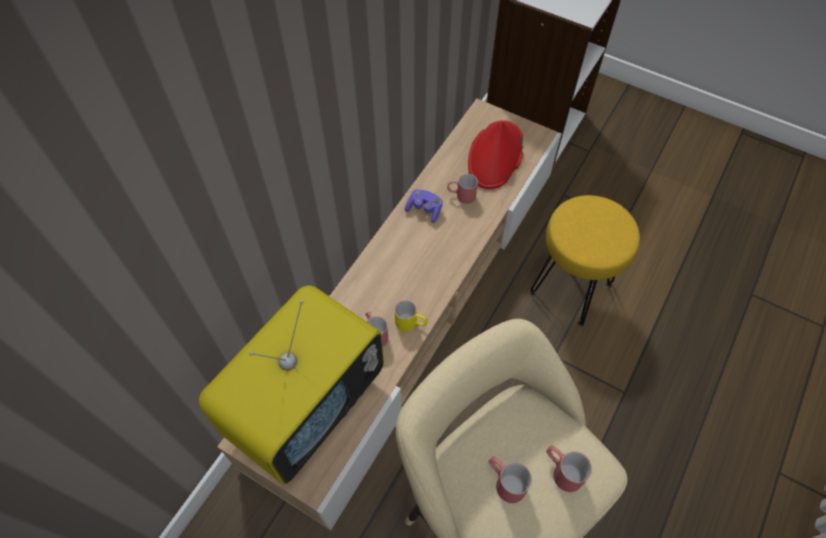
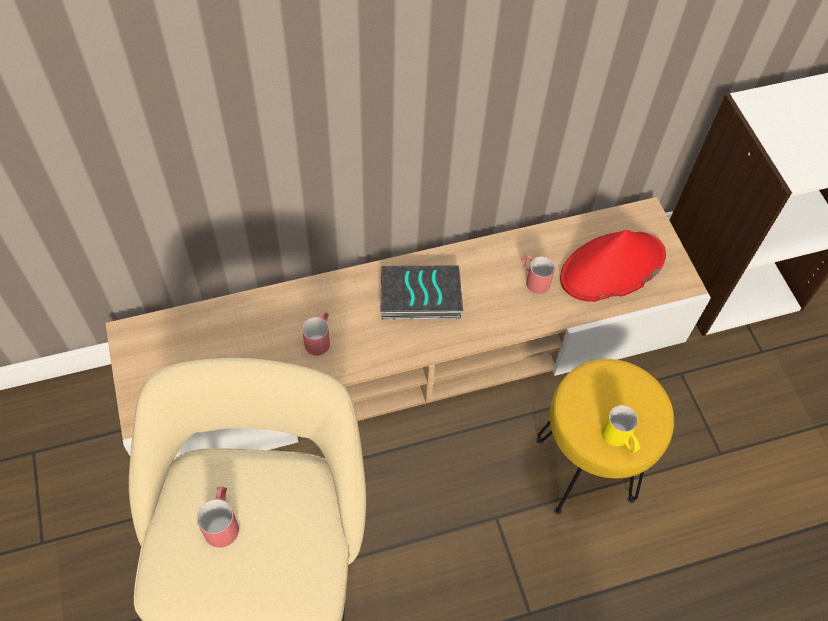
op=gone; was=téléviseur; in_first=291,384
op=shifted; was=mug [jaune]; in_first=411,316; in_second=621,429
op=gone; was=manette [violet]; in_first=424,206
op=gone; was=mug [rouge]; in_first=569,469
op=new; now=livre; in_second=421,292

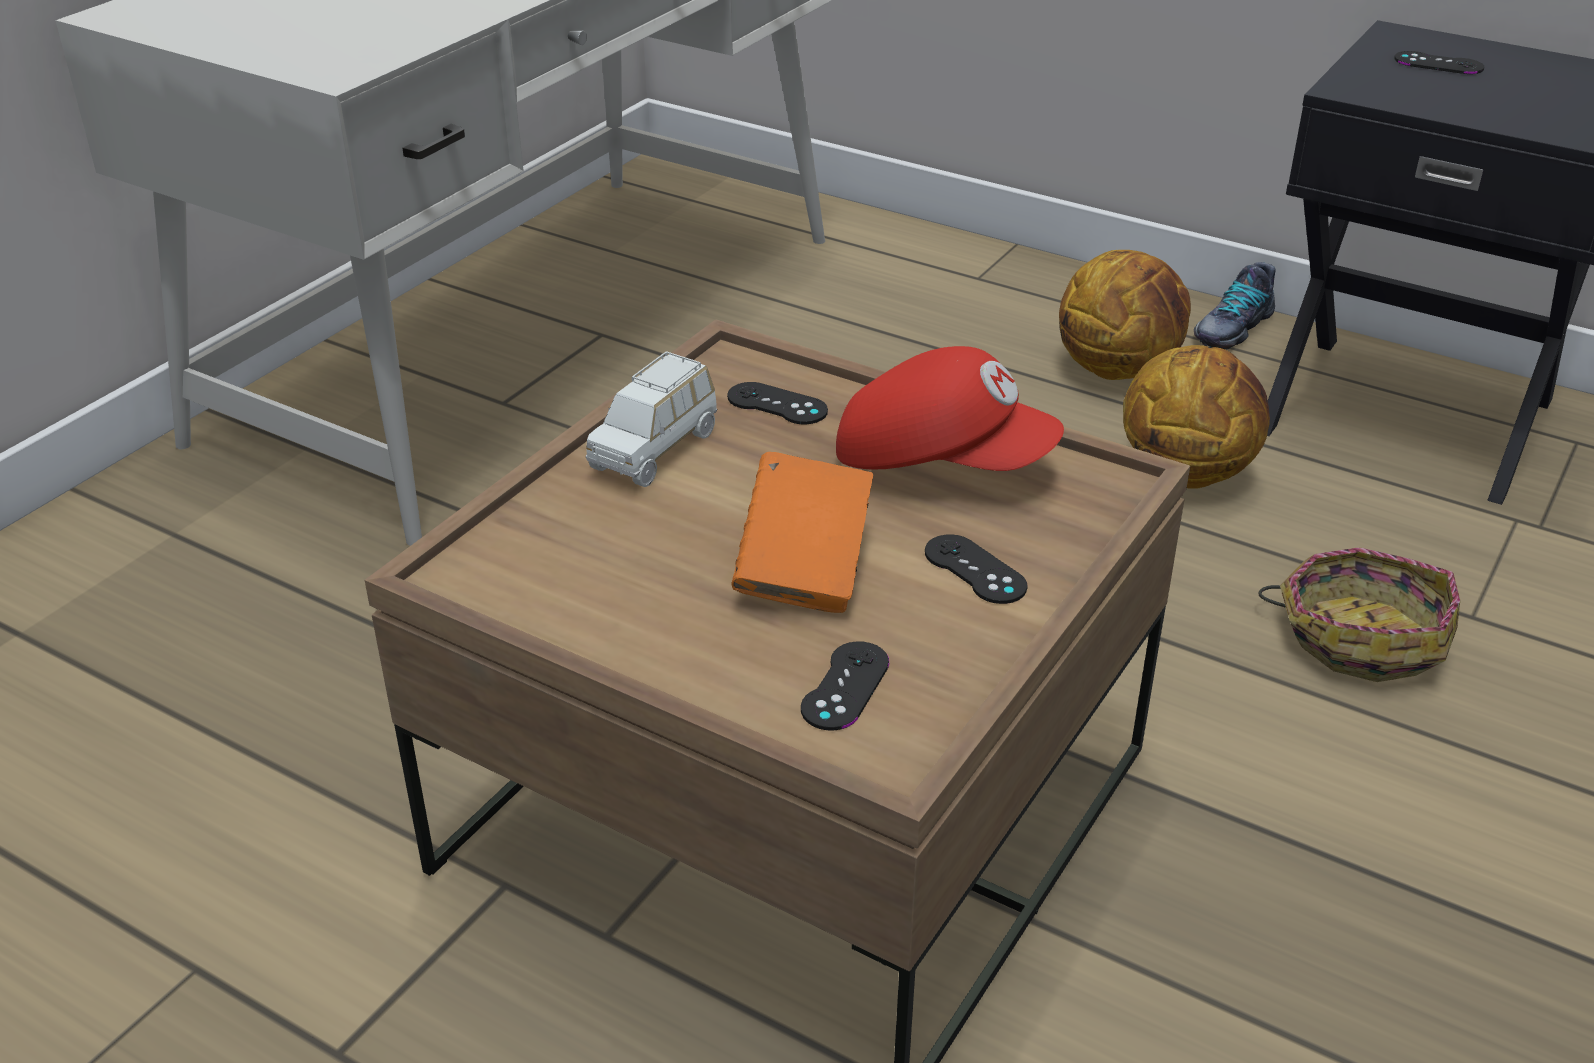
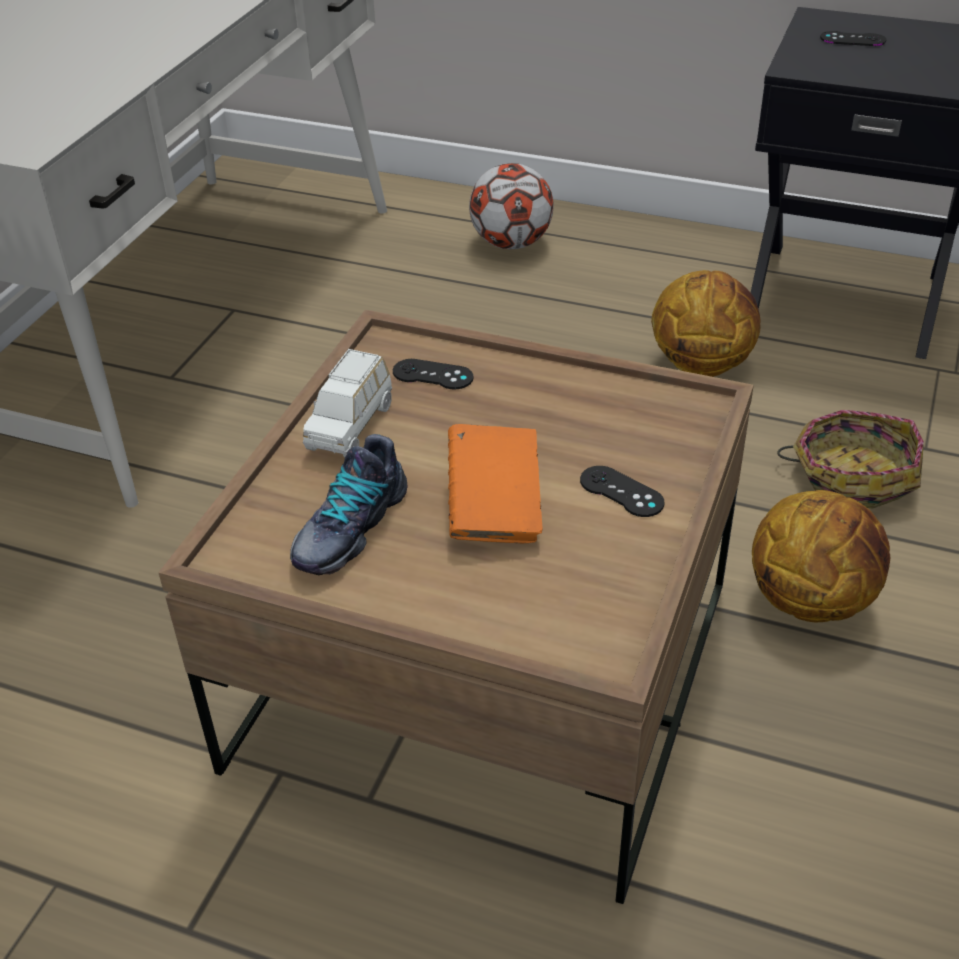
op=gone; was=manette [noir]; in_first=845,685
op=gone; was=casquette [rouge]; in_first=950,408
op=shifted; was=ballon de basket; in_first=1125,315; in_second=821,556
op=shifted; was=chaussure; in_first=1235,306; in_second=349,504
op=new; now=ballon de foot; in_second=511,206

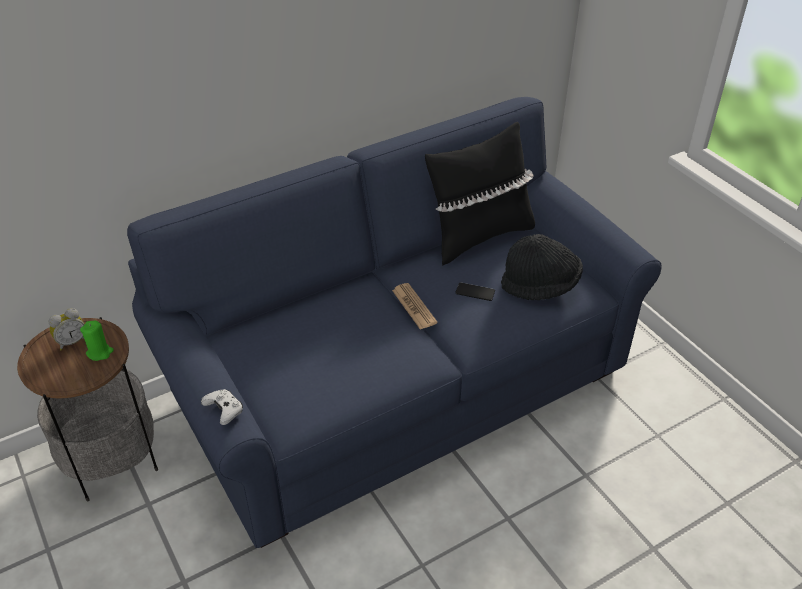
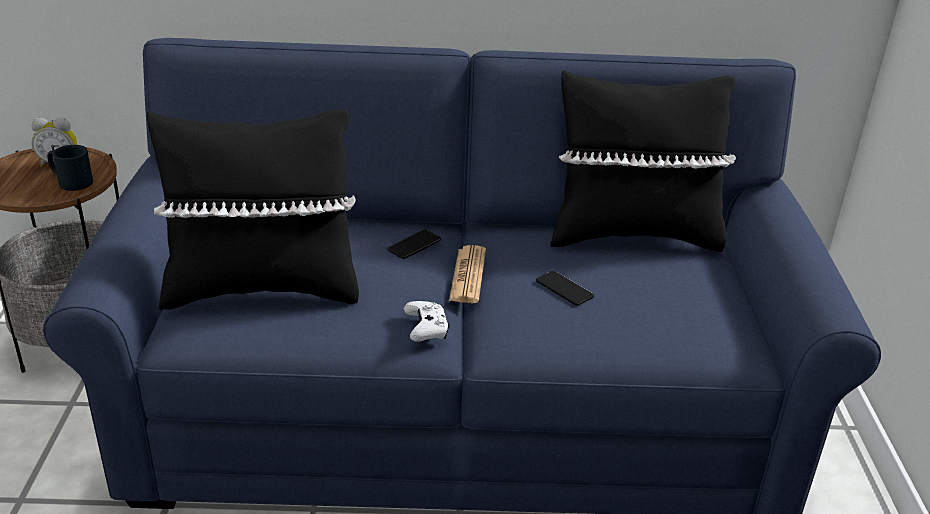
op=swapped; was=bougie [vert]; now=mug [noir]; in_first=97,341; in_second=70,168
op=shifted; was=manette [blanc]; in_first=222,407; in_second=426,321
op=gone; was=chapeau [noir]; in_first=542,267
op=new; now=coussin [noir]; in_second=253,209
op=new; now=téléphone; in_second=414,244

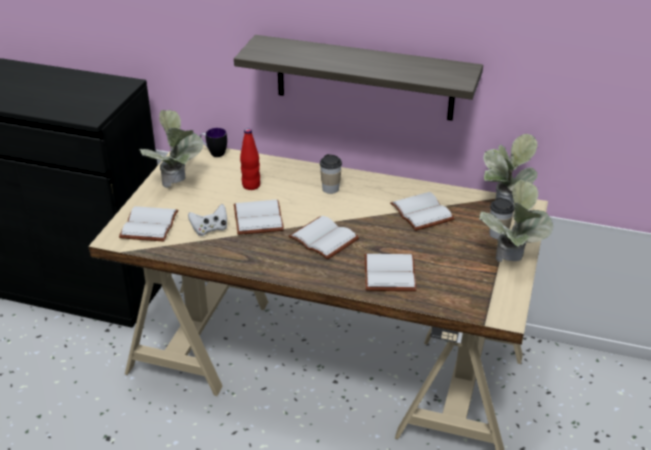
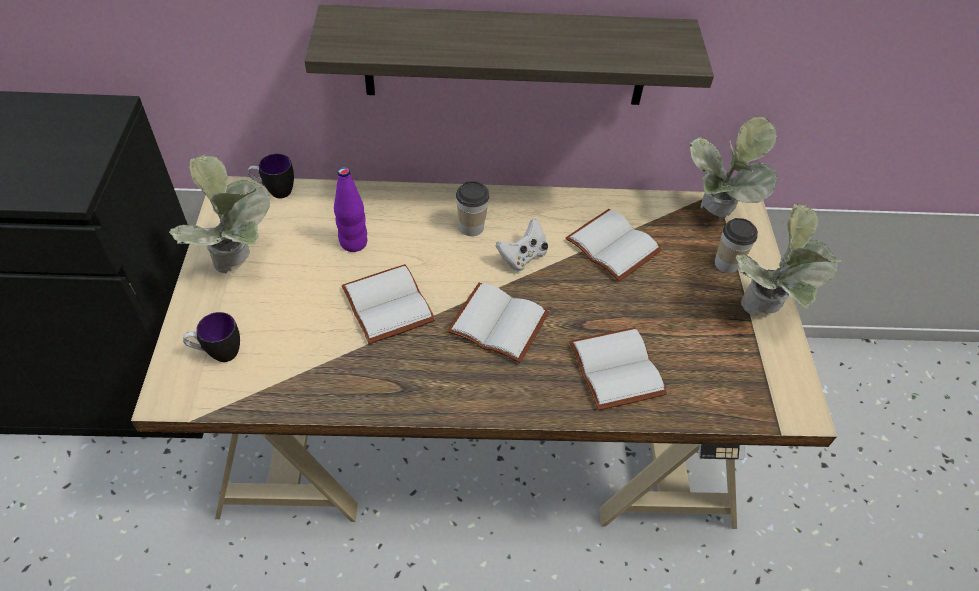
op=swapped; was=livre [blanc]; now=mug; in_first=148,224; in_second=211,337
op=shifted; was=manette [blanc]; in_first=207,220; in_second=522,245
op=repainted; was=bouteille [rouge]; now=bouteille [violet]; in_first=250,159; in_second=350,209

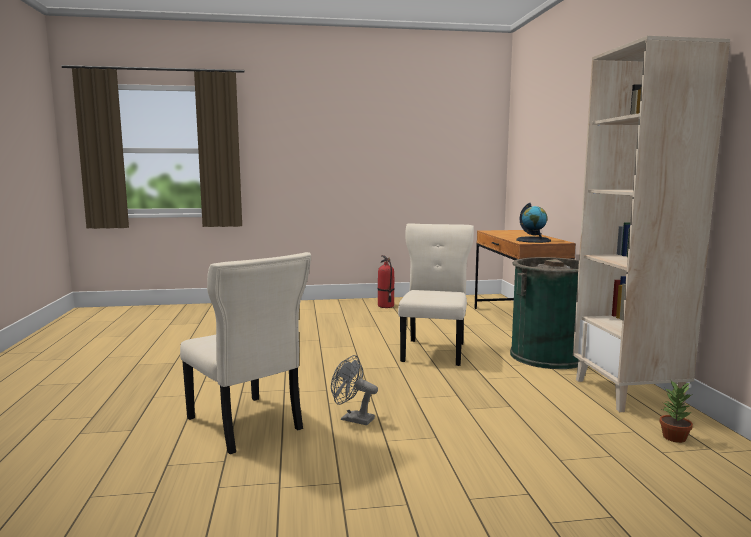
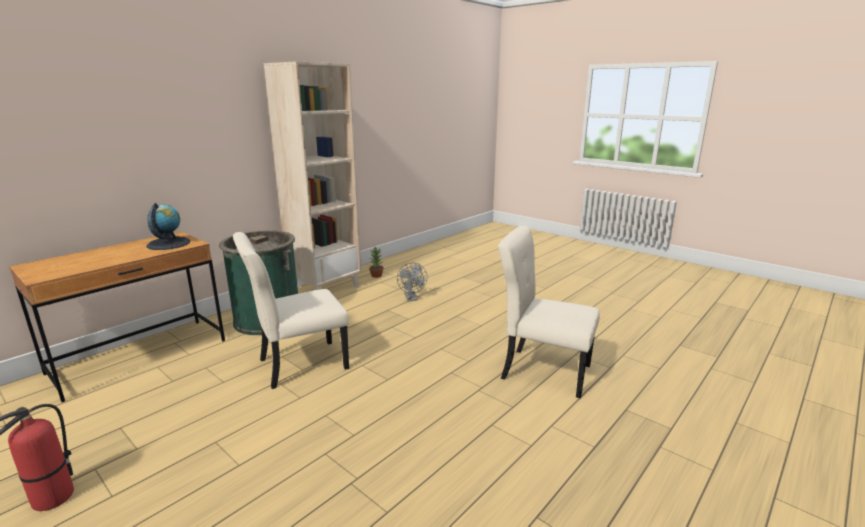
op=rotated; was=chaise [beige]; in_first=245,353; in_second=549,312; clockwise=-75
op=shifted; was=ventilateur [gris]; in_first=354,390; in_second=412,282

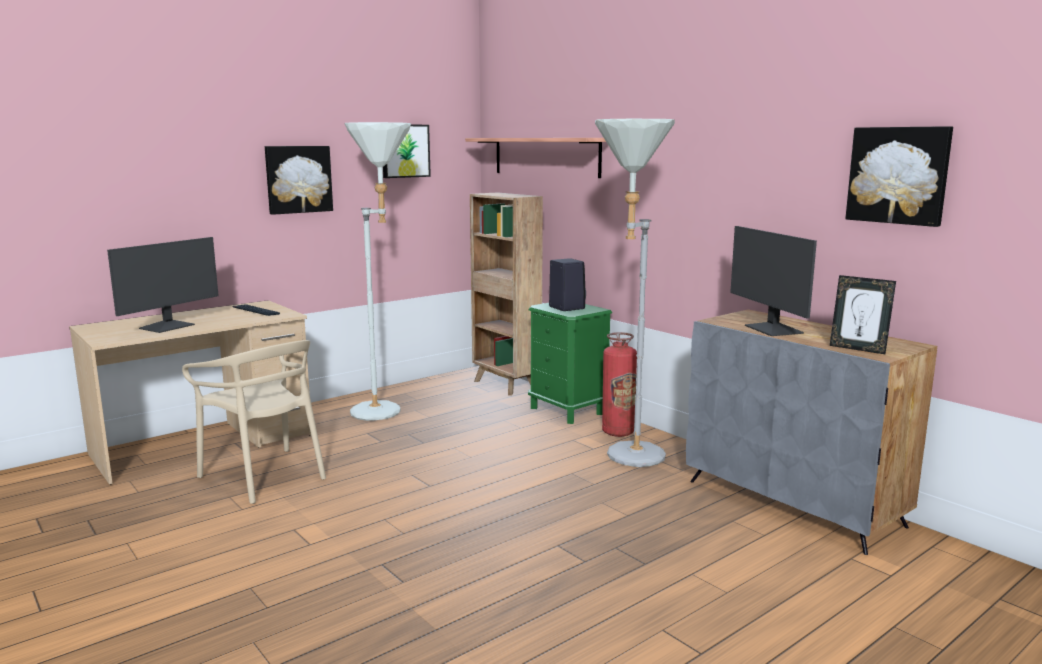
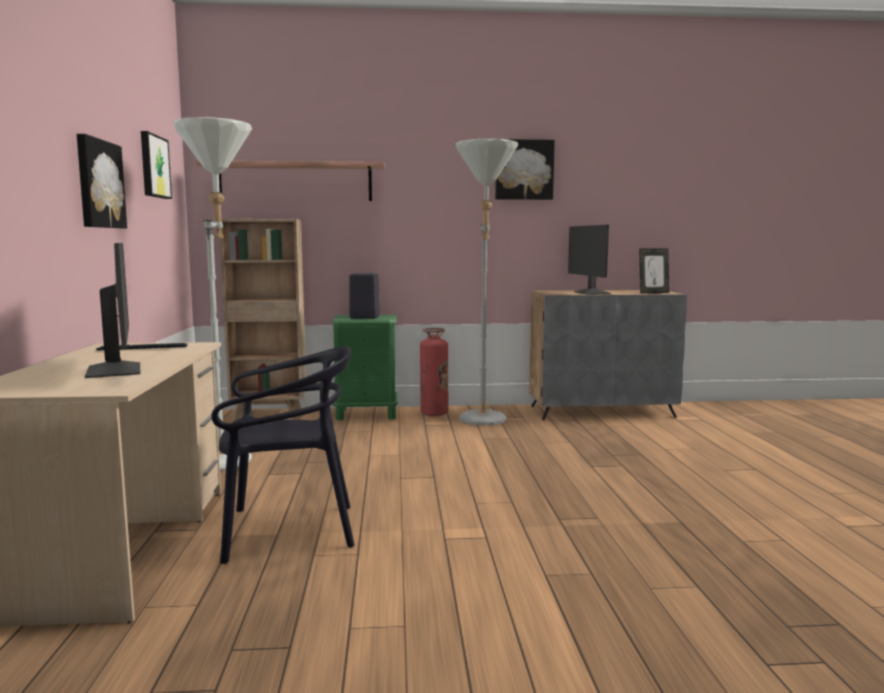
op=repainted; was=chaise [beige]; now=chaise [noir]; in_first=254,422; in_second=283,455
op=rotated; was=écran d'ordinateur; in_first=773,281; in_second=589,260; clockwise=60
op=shifted; was=tableau; in_first=899,176; in_second=525,169

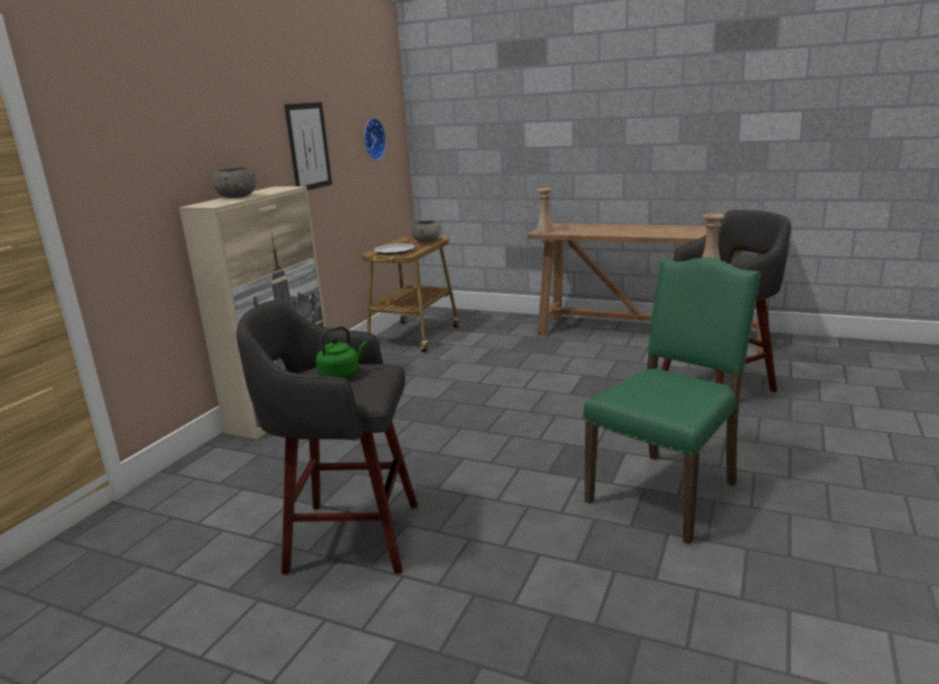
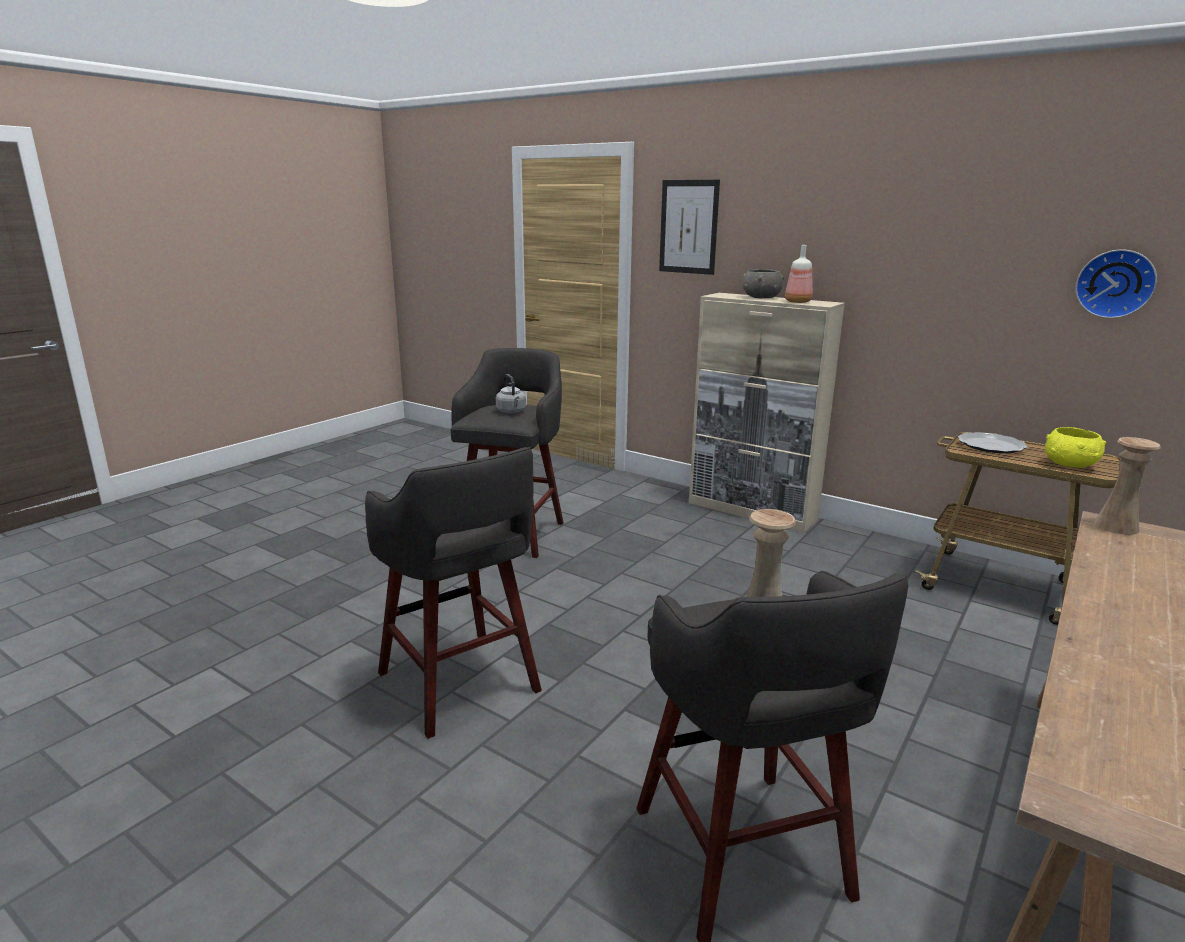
op=shifted; was=tableau; in_first=308,146; in_second=689,227
op=repainted; was=bouilloire [vert]; now=bouilloire [gris]; in_first=341,352; in_second=511,393
op=repainted; was=bol [gris]; now=bol [jaune]; in_first=426,231; in_second=1075,447
op=swapped; was=chaise [vert]; now=tabouret [gris]; in_first=672,401; in_second=453,593
op=new; now=bouteille; in_second=799,274

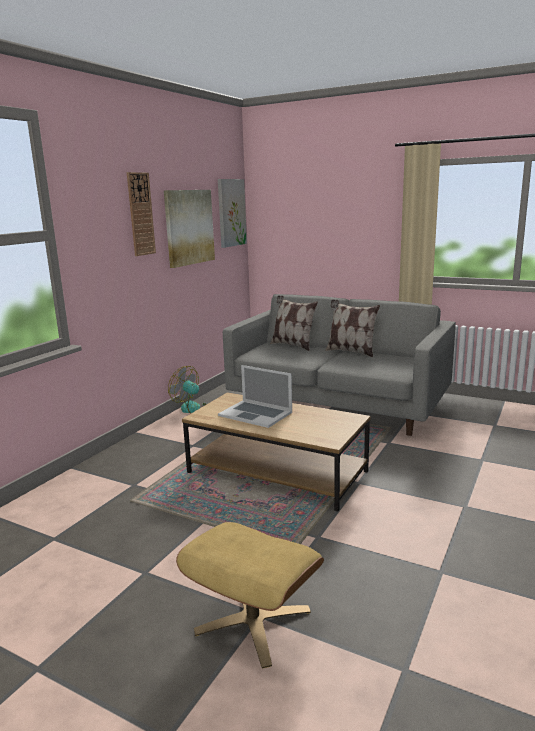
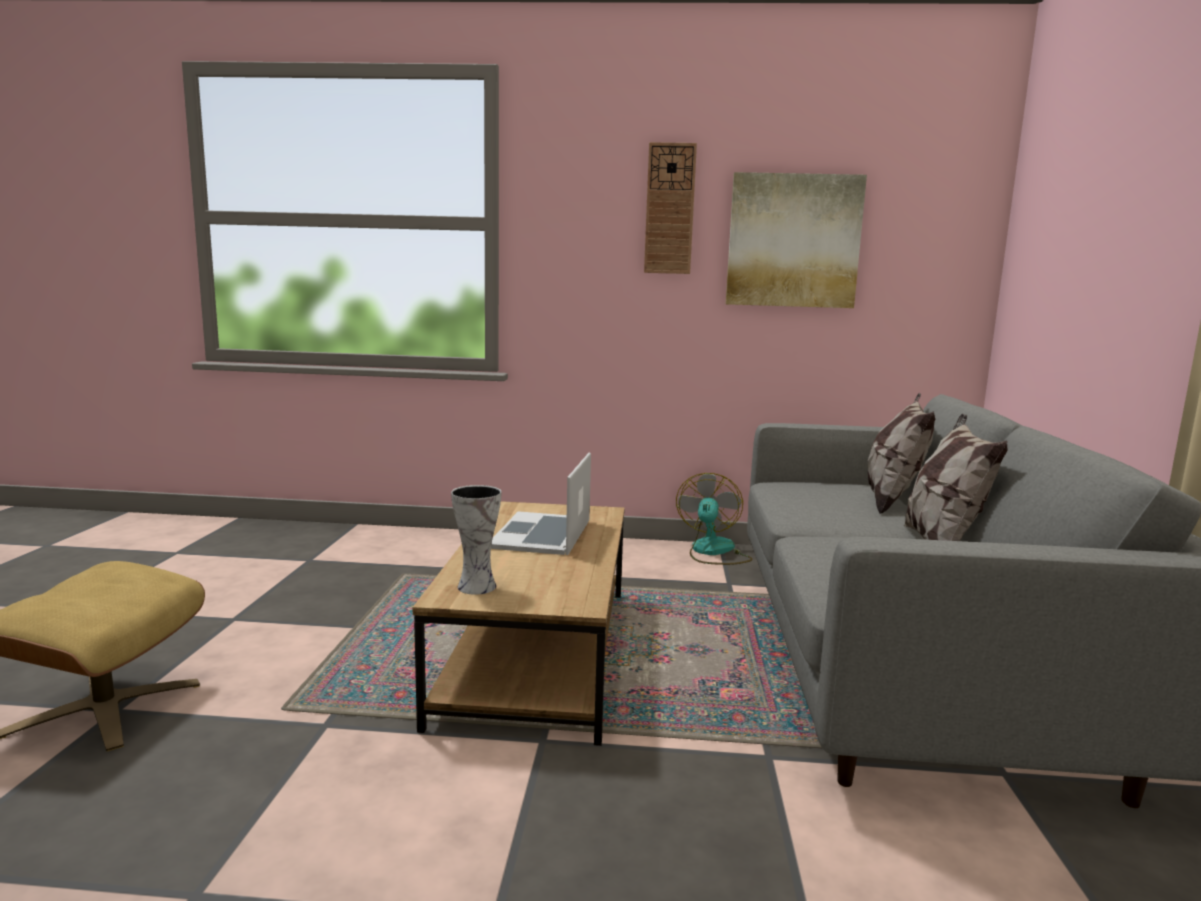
op=gone; was=tableau; in_first=232,213
op=new; now=vase; in_second=476,540

